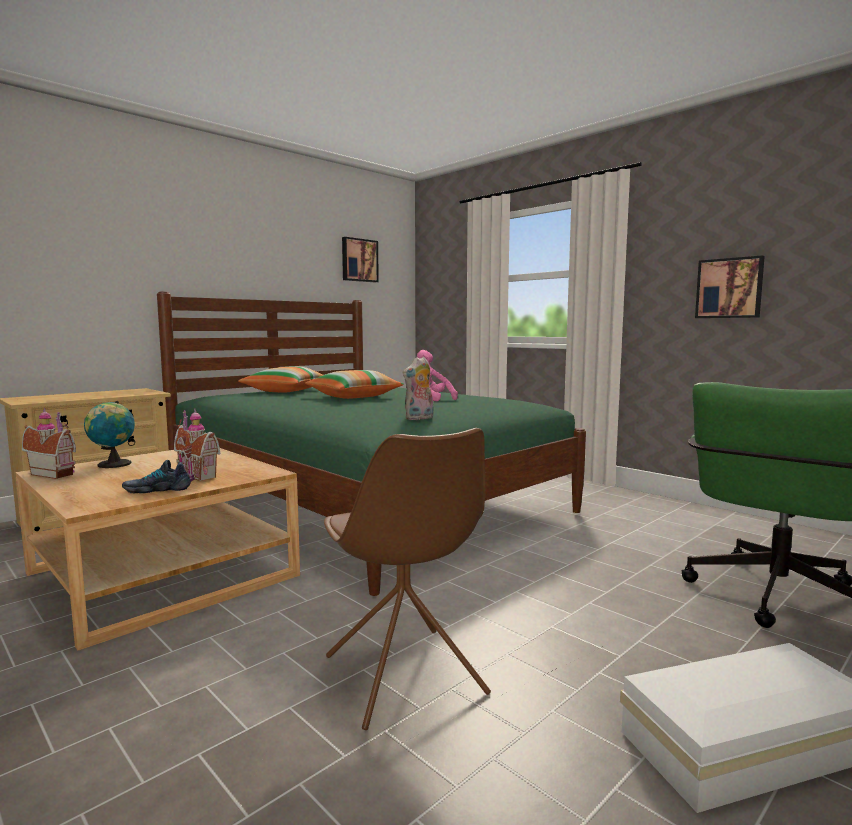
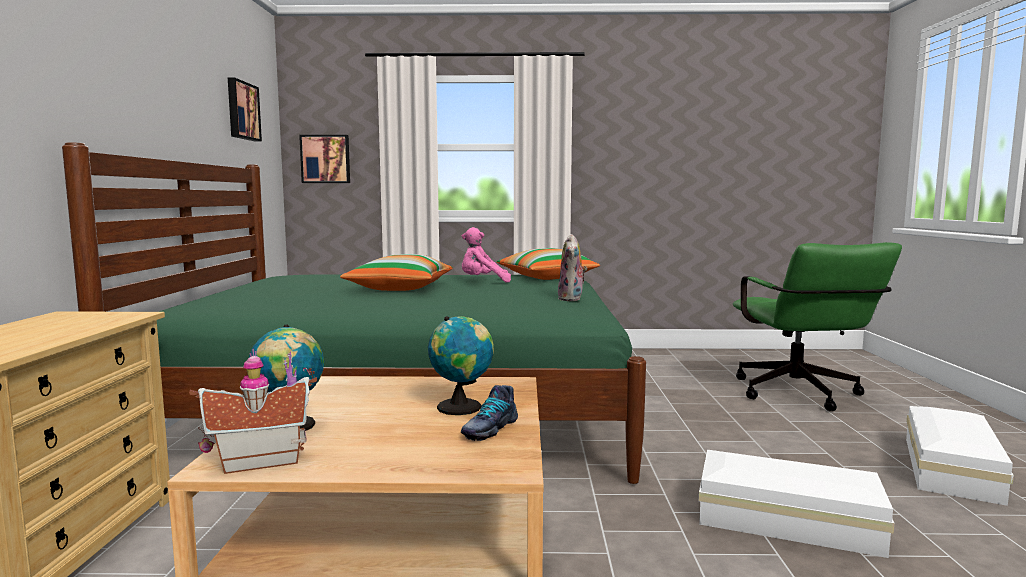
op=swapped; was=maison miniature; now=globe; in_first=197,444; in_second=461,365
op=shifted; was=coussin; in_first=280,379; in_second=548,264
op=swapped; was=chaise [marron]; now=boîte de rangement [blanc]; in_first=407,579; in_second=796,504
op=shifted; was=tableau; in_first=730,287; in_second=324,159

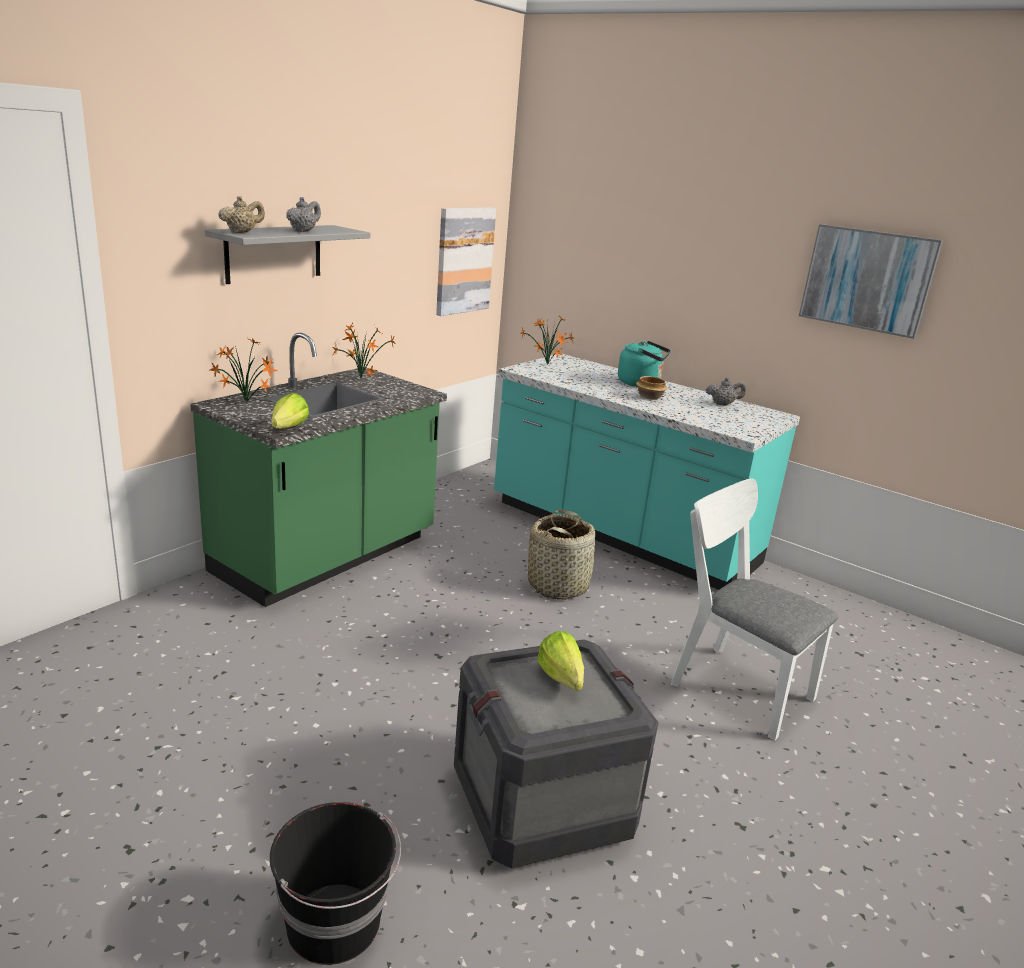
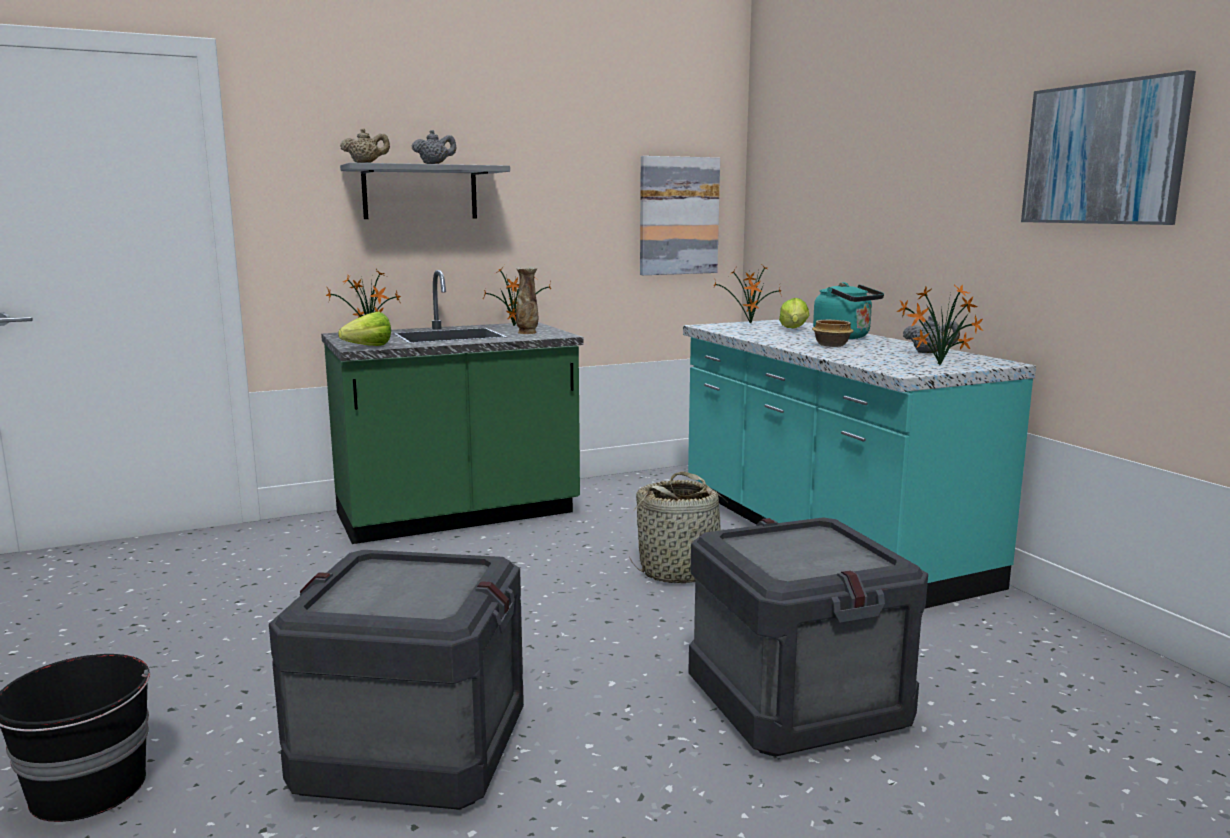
op=shifted; was=laitue; in_first=560,661; in_second=794,313
op=swapped; was=chaise [blanc]; now=caisse; in_first=754,609; in_second=808,637
op=new; now=vase; in_second=527,300
op=new; now=plante en pot; in_second=940,324

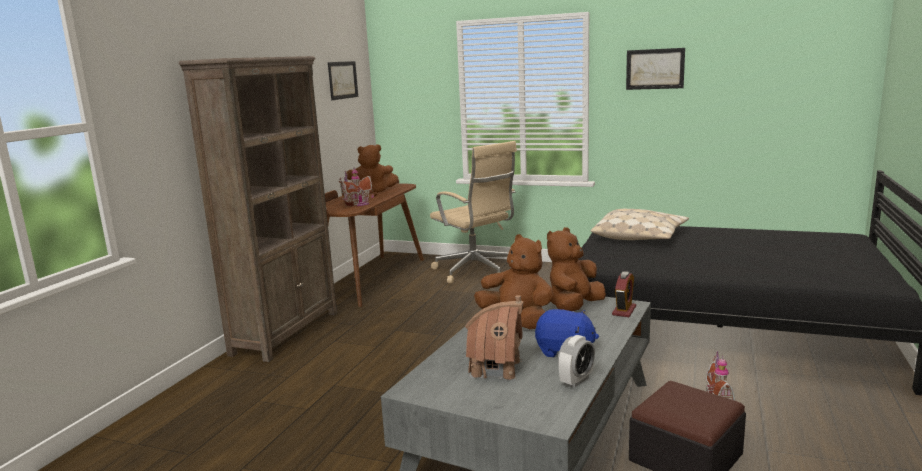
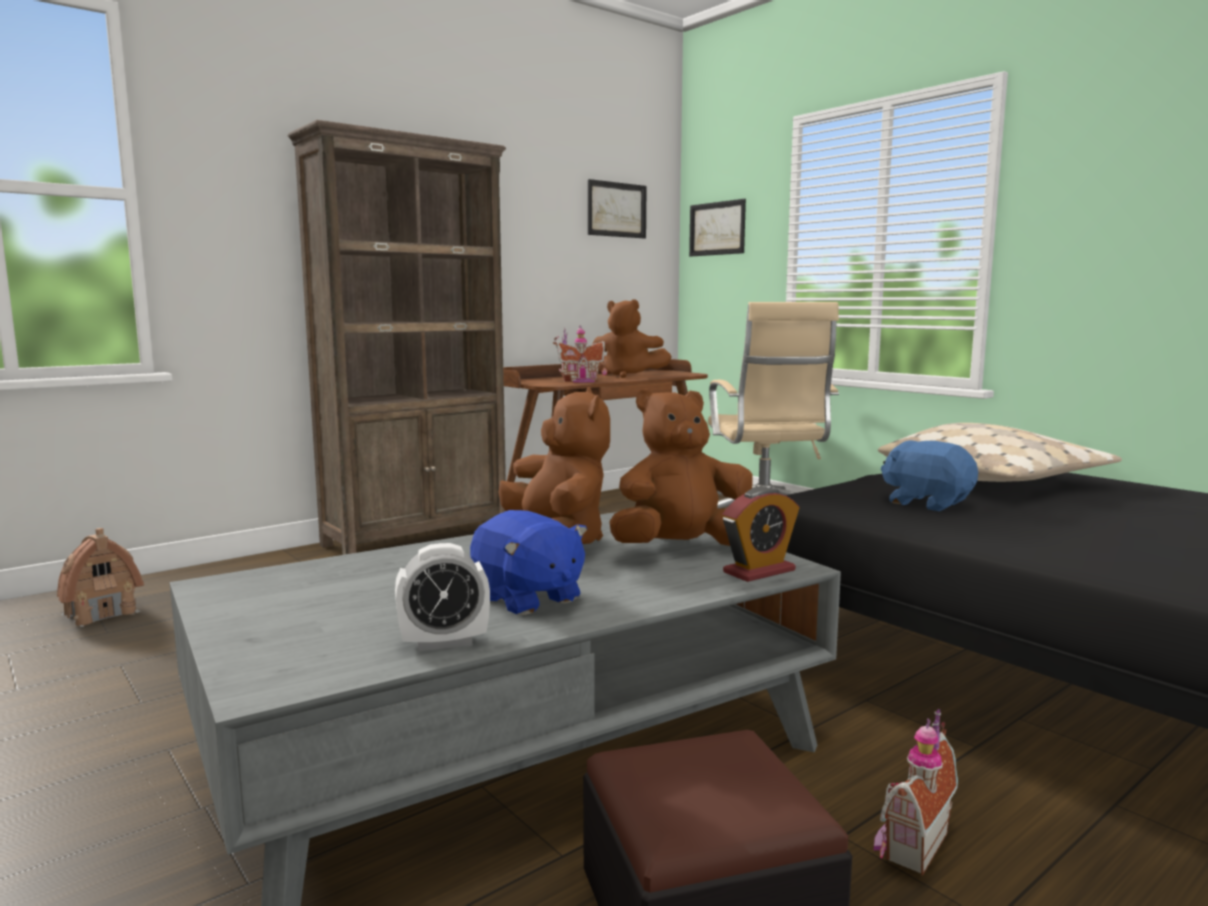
op=shifted; was=maison miniature; in_first=494,337; in_second=100,577
op=shifted; was=tableau; in_first=655,69; in_second=717,228
op=new; now=peluche [bleu]; in_second=929,475

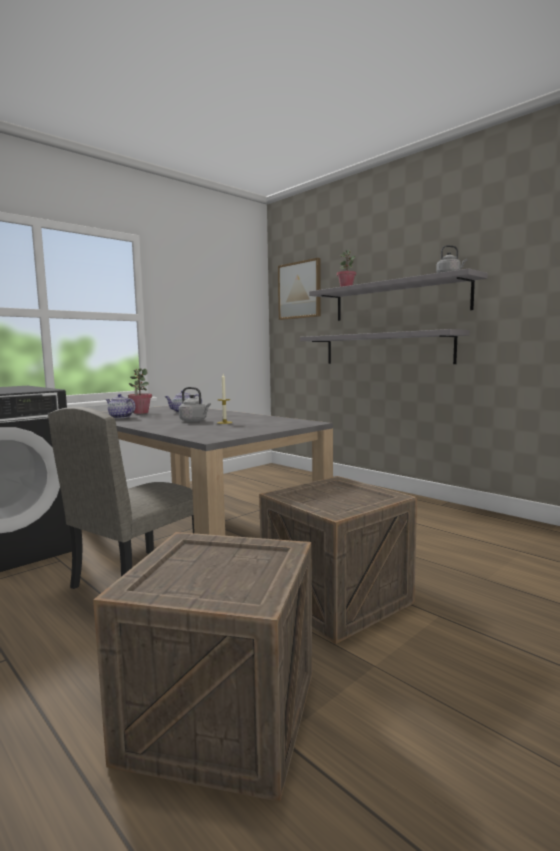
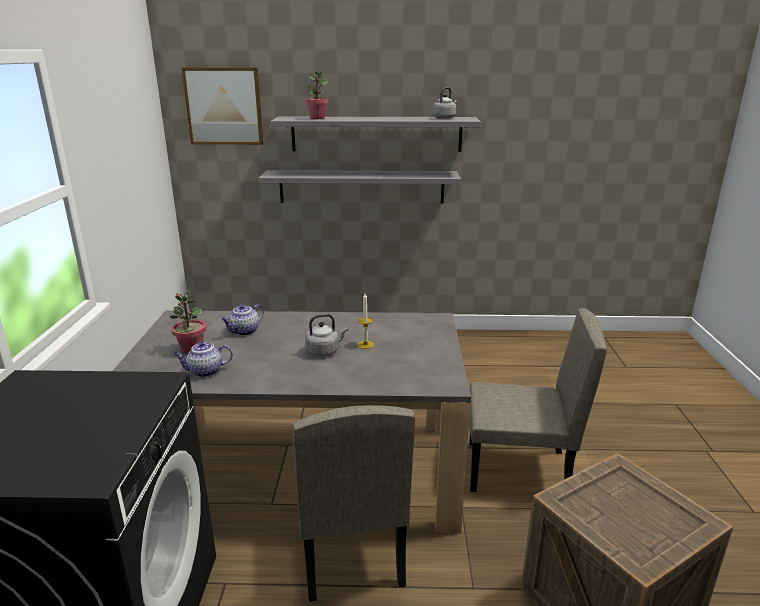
op=swapped; was=caisse; now=chaise [beige]; in_first=338,560; in_second=538,400

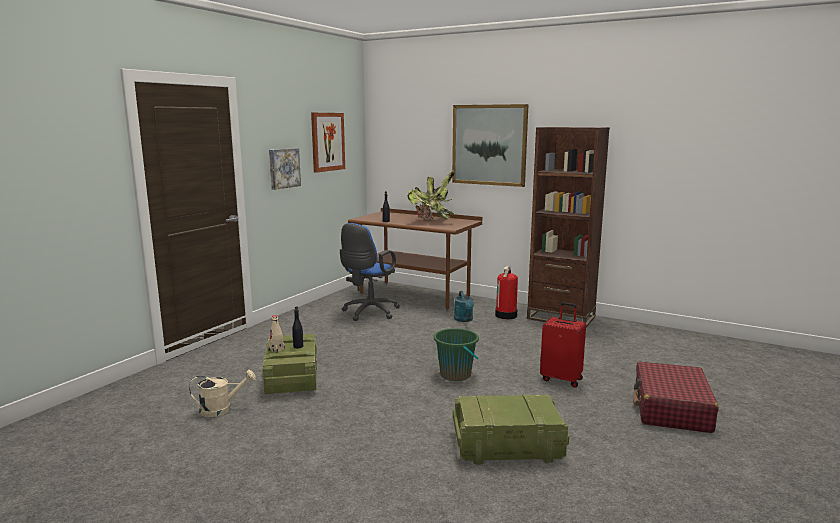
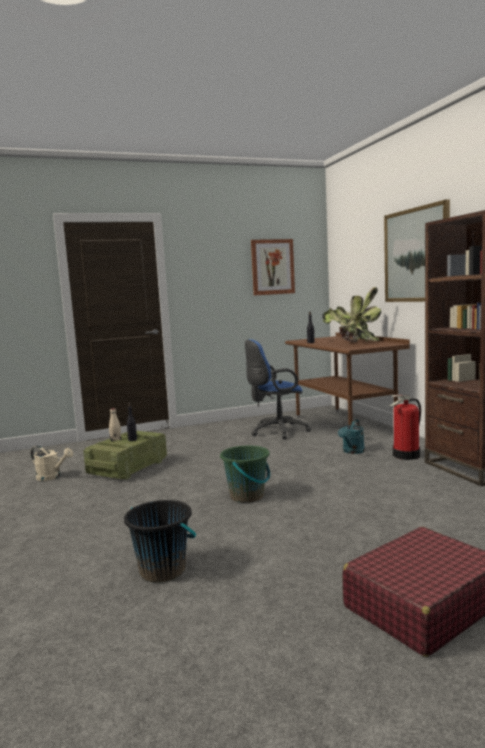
op=gone; was=tableau; in_first=285,169
op=swapped; was=caisse; now=seau [noir]; in_first=511,429; in_second=160,541
op=gone; was=valise [rouge]; in_first=563,345

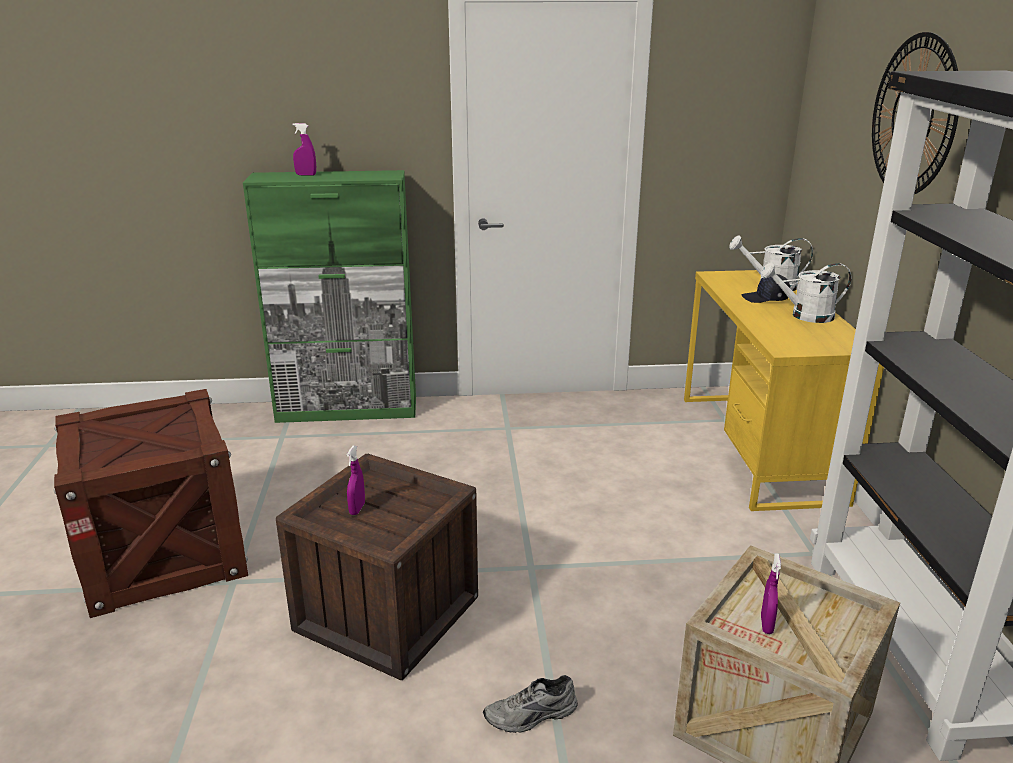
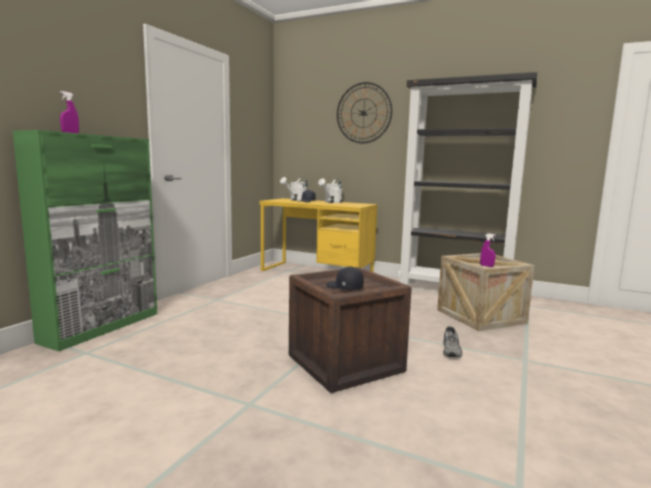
op=gone; was=caisse; in_first=150,503
op=swapped; was=vaporisateur [violet]; now=casquette [noir]; in_first=355,480; in_second=345,278

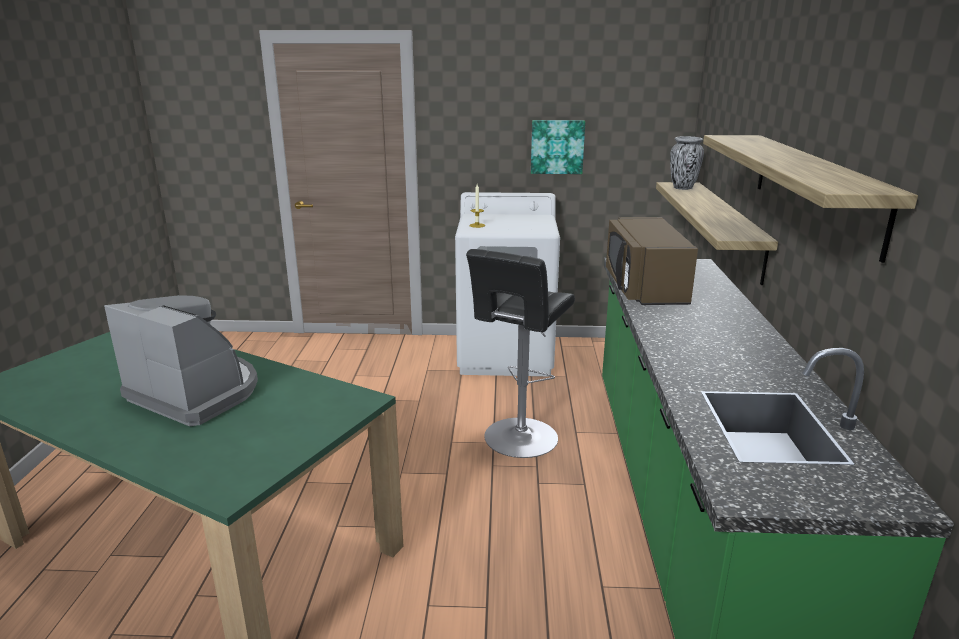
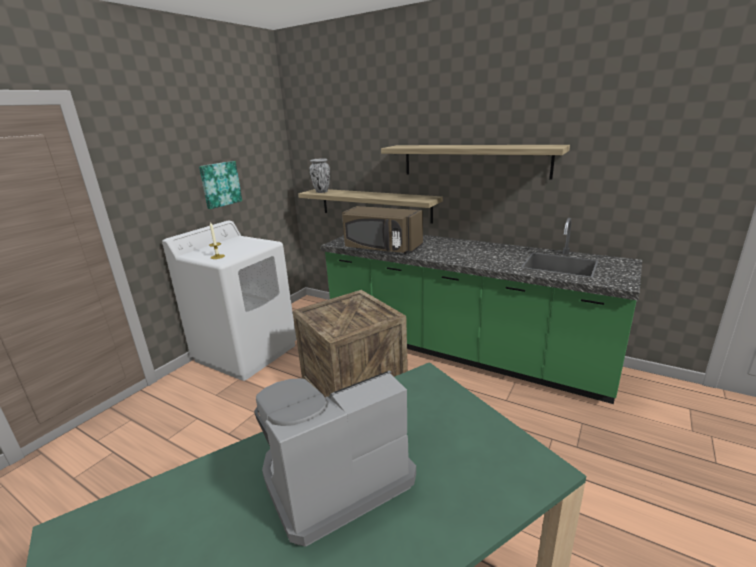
op=swapped; was=tabouret [noir]; now=caisse; in_first=520,353; in_second=350,343

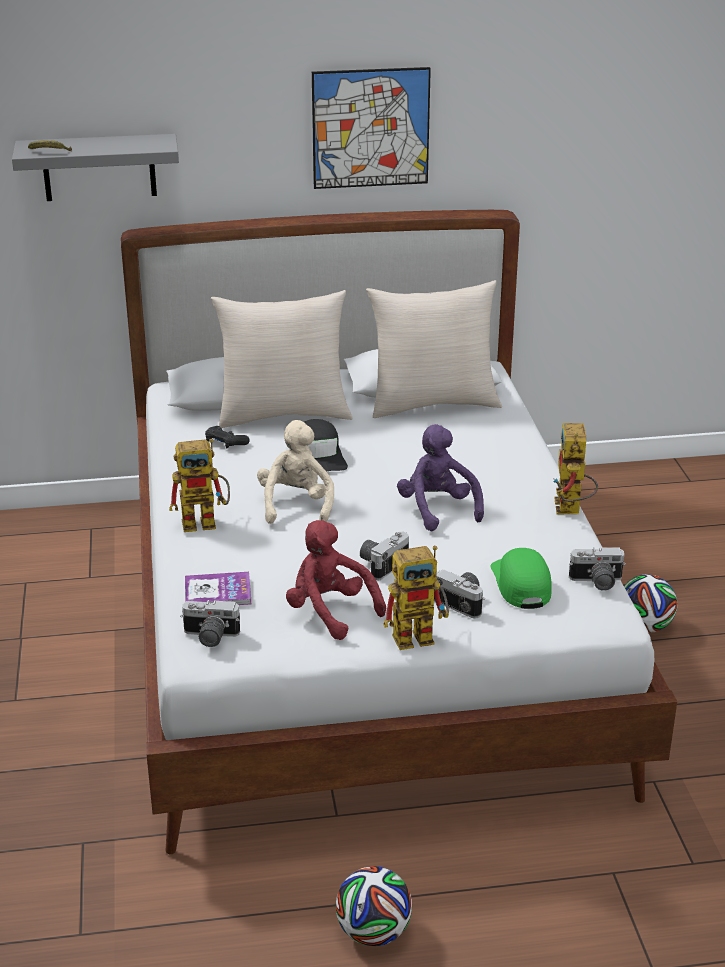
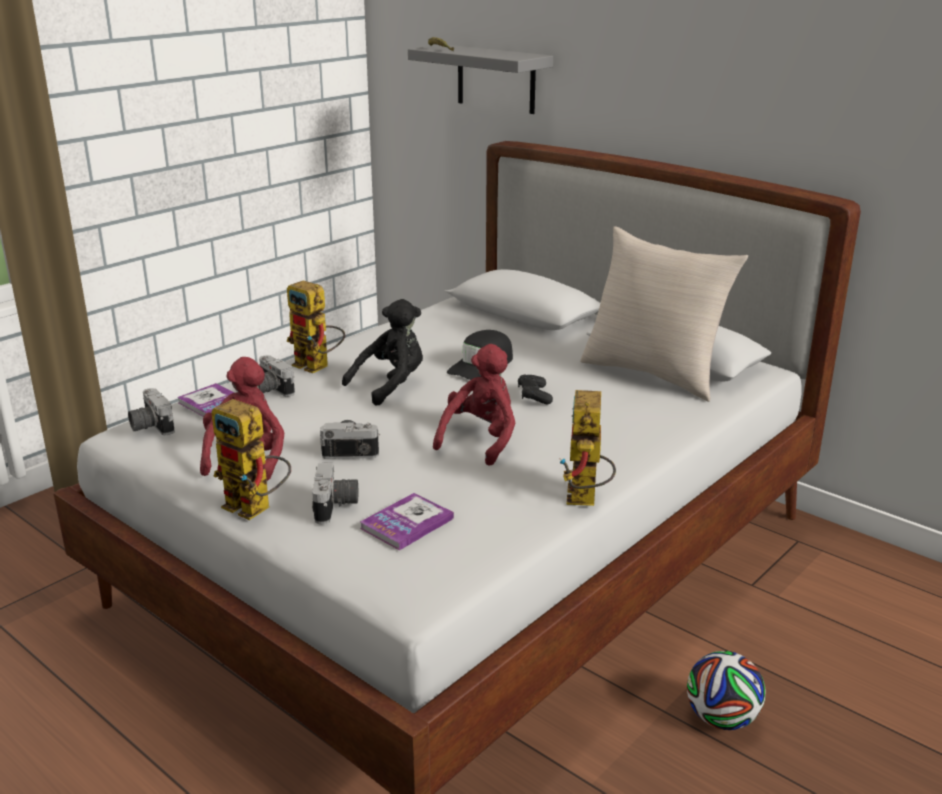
op=shifted; was=manette [noir]; in_first=227,437; in_second=535,390
op=gone; was=coussin [beige]; in_first=282,359
op=repainted; was=peluche [beige]; now=peluche [noir]; in_first=295,472; in_second=382,352
op=gone; was=tableau; in_first=371,128
op=gone; was=ballon de foot; in_first=374,906
op=repainted; was=peluche [violet]; now=peluche [rouge]; in_first=440,477; in_second=474,404
op=swapped; was=casquette [vert]; now=livre; in_first=521,578; in_second=407,521
op=rotated; was=robot jouet; in_first=575,468; in_second=588,448; clockwise=-45
op=shifted; was=appareil photo; in_first=597,569; in_second=276,376

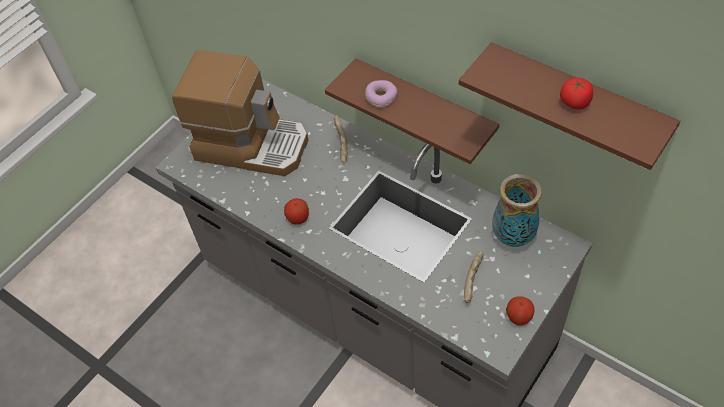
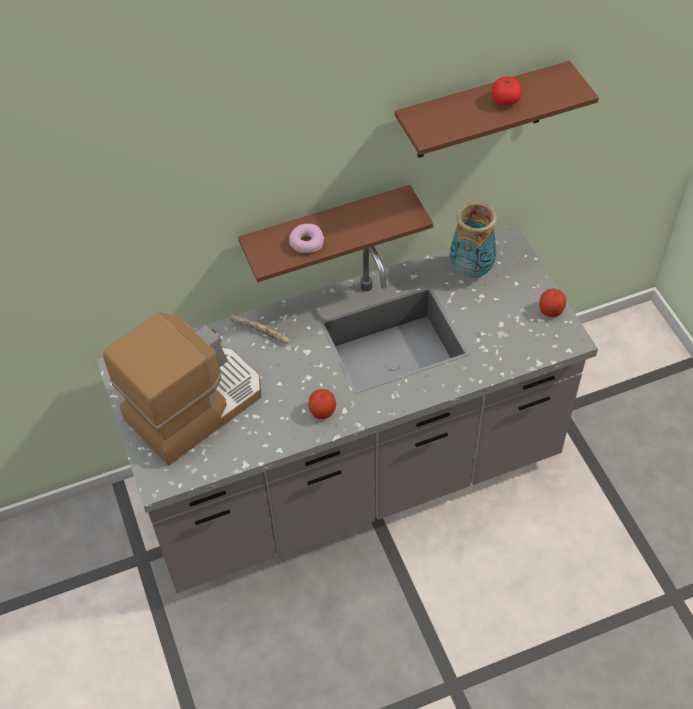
op=gone; was=pain; in_first=473,277

